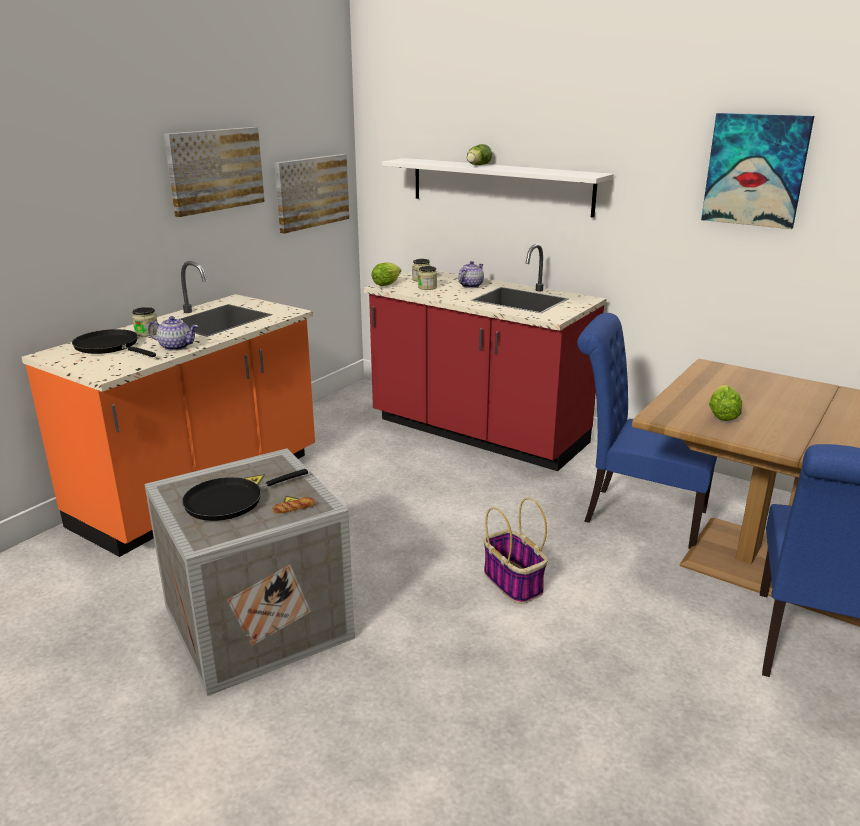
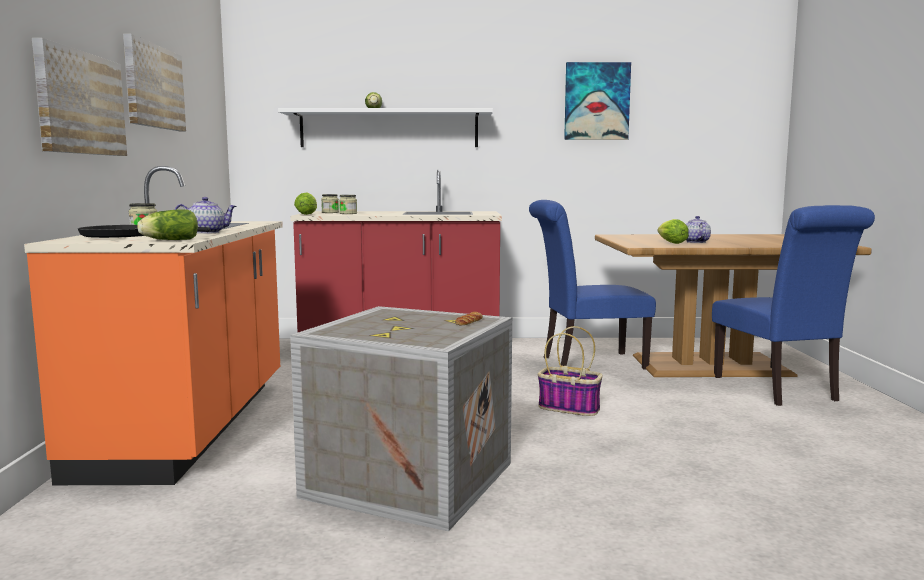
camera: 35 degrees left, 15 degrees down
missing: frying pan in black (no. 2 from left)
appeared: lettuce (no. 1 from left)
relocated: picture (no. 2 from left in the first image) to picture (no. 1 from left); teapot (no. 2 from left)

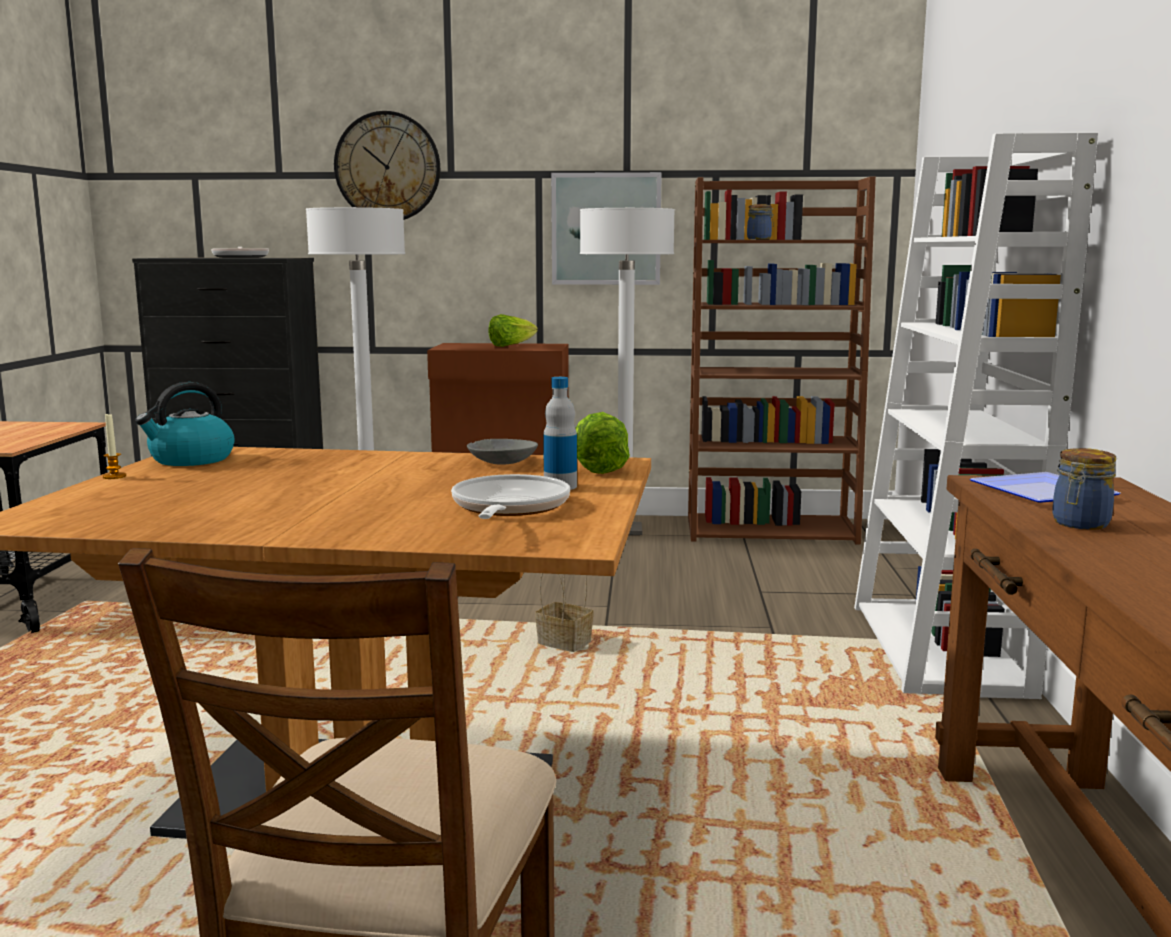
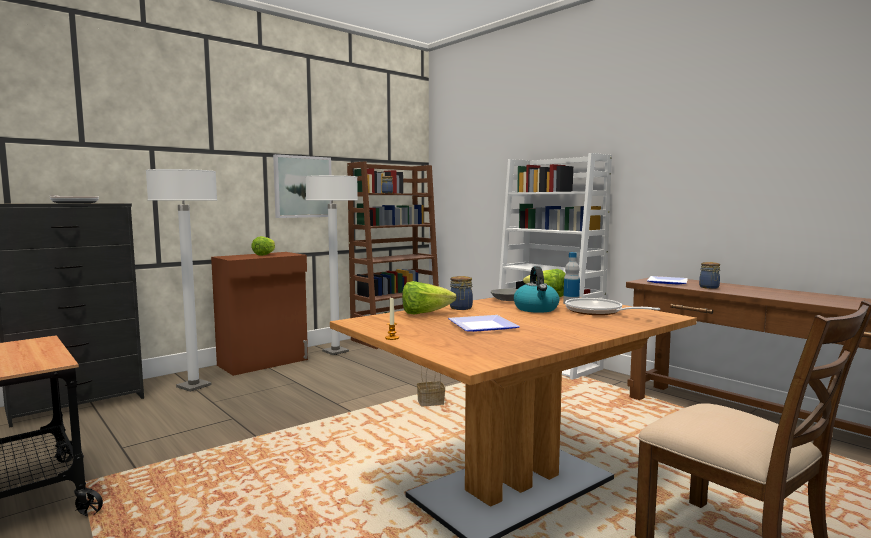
camera: 45 degrees left, 5 degrees down
missing: wall clock
appeared: lettuce (no. 2 from left); plate (no. 1 from left); jar (no. 2 from left)
relocated: kettle

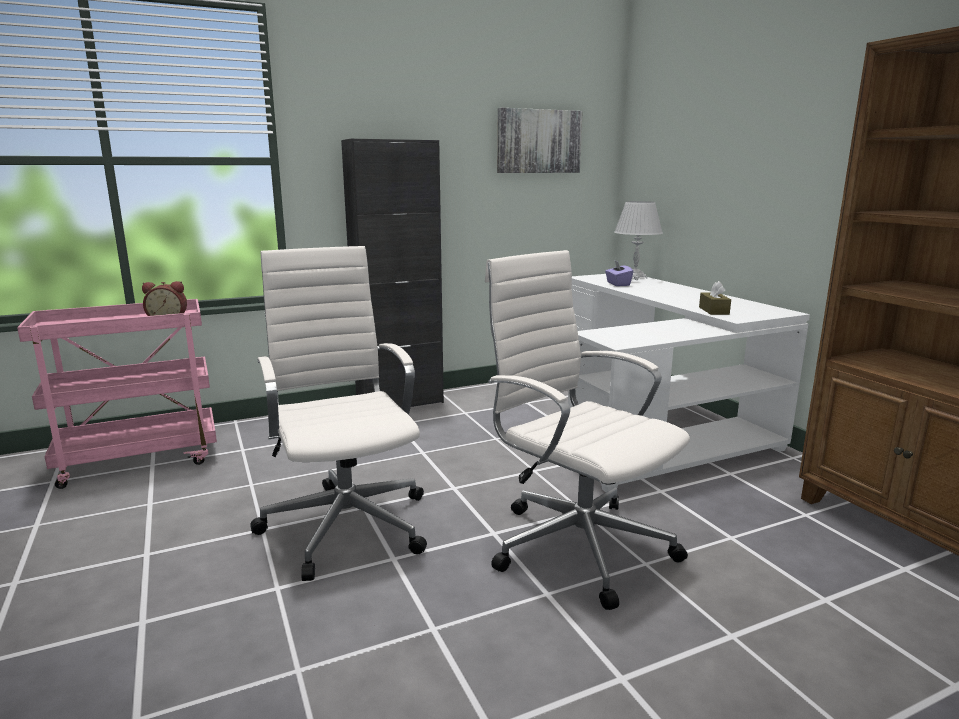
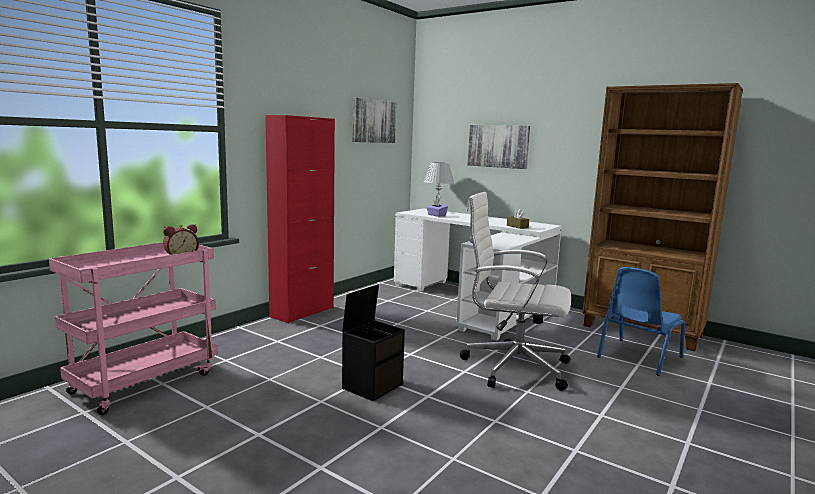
camera: 30 degrees left, 5 degrees down
appeared: picture (no. 2 from left); chair in blue
exchanged: office chair in white (no. 1 from left) to storage box in black
colour: cabinet in black to cabinet in red

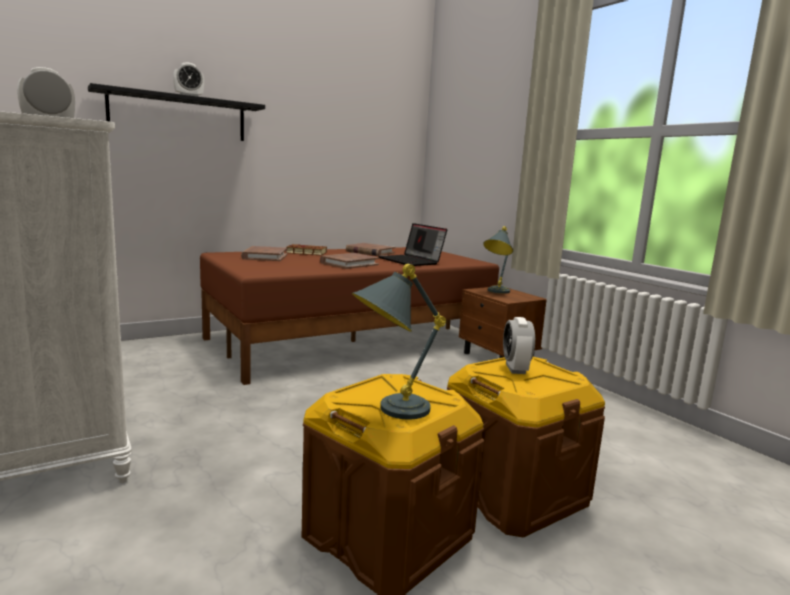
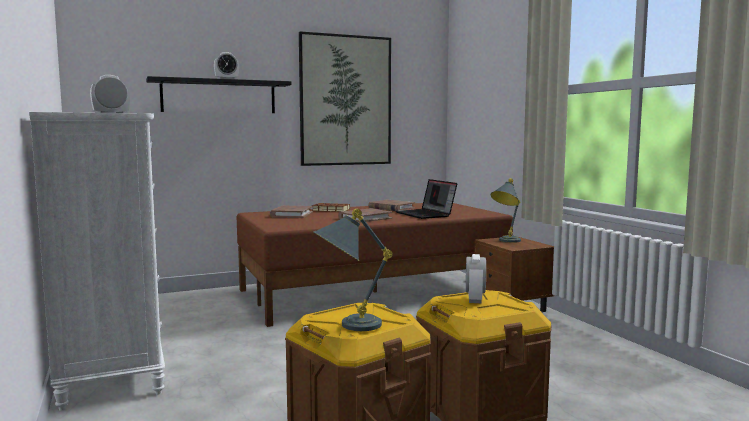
camera: 10 degrees right, 5 degrees down
appeared: picture

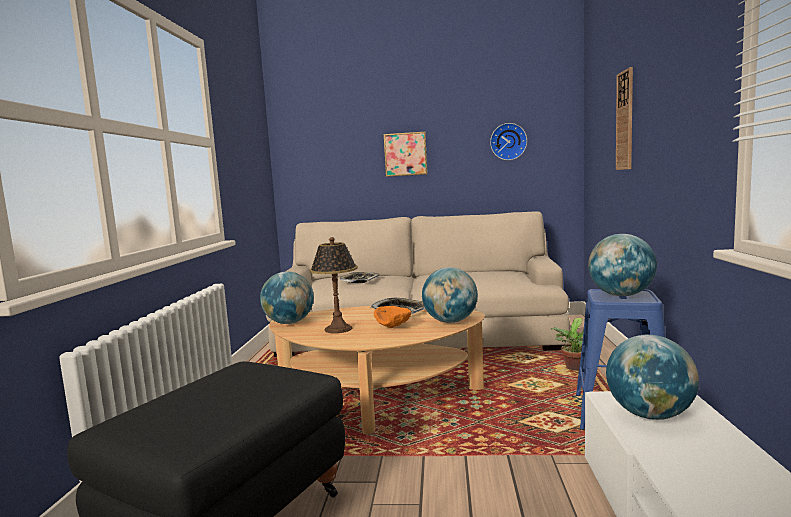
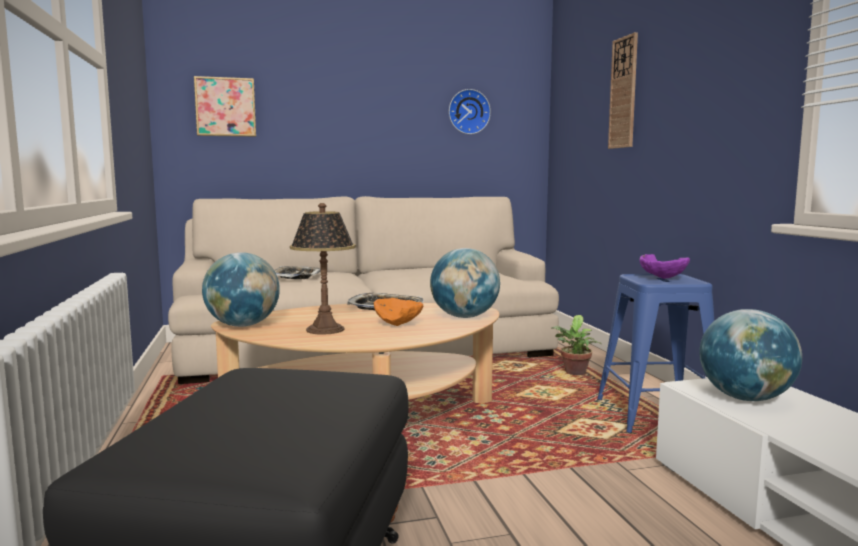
camera: 20 degrees left, 0 degrees up
relocated: picture
exchanged: globe (no. 3 from left) to bowl in purple

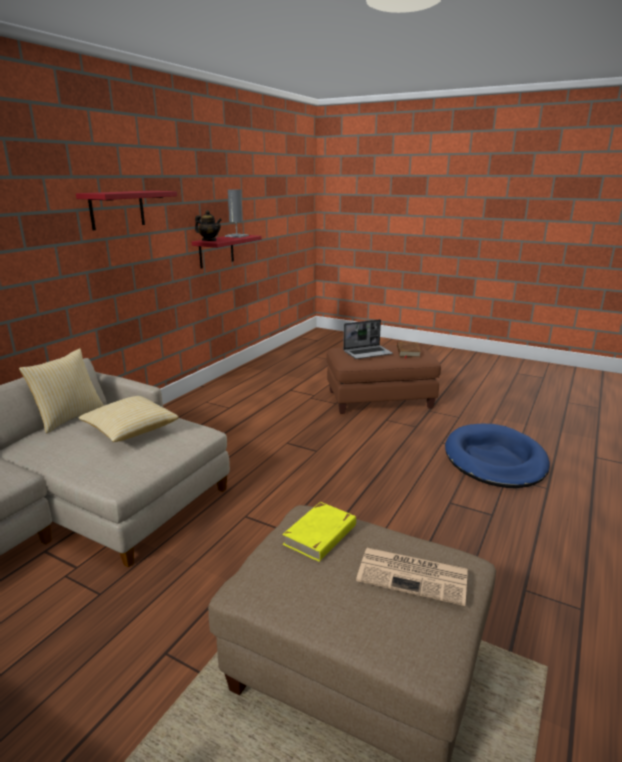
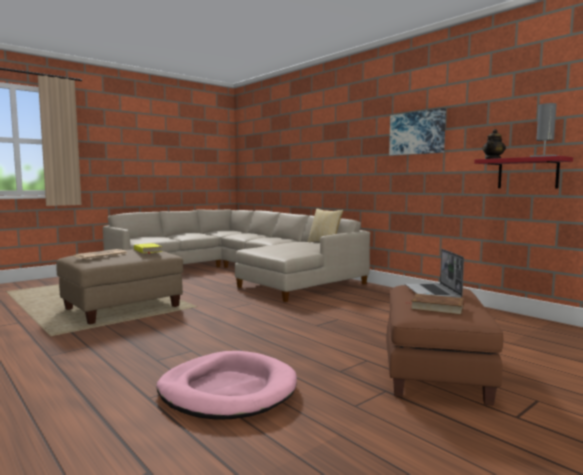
camera: 110 degrees right, 15 degrees down
missing: pillow (no. 2 from left)
exchanged: shelf in red (no. 1 from left) to picture
colour: dog bed in blue to dog bed in pink

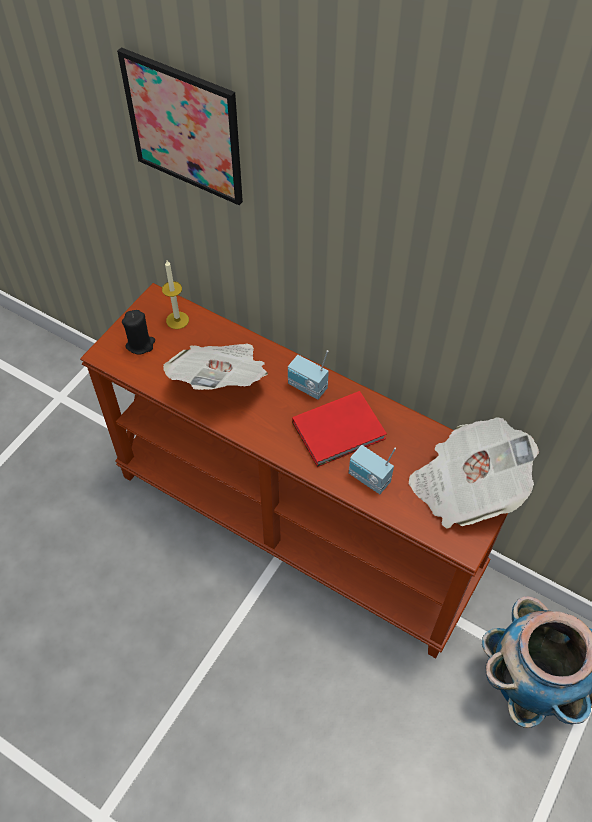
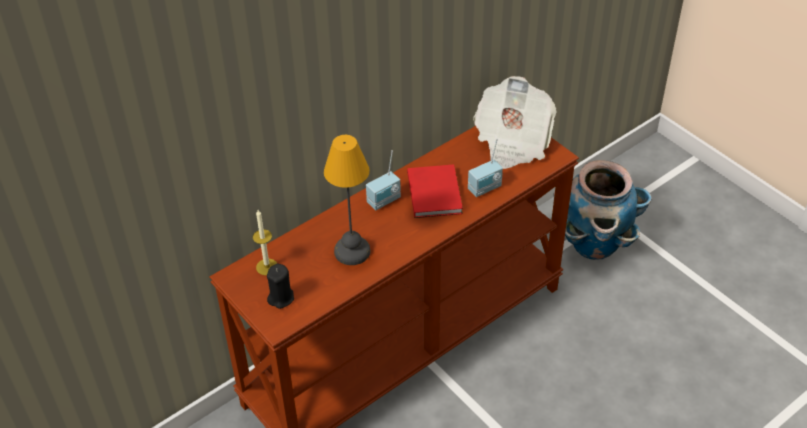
camera: 70 degrees left, 10 degrees down
missing: picture
exchanged: newspaper (no. 1 from left) to table lamp

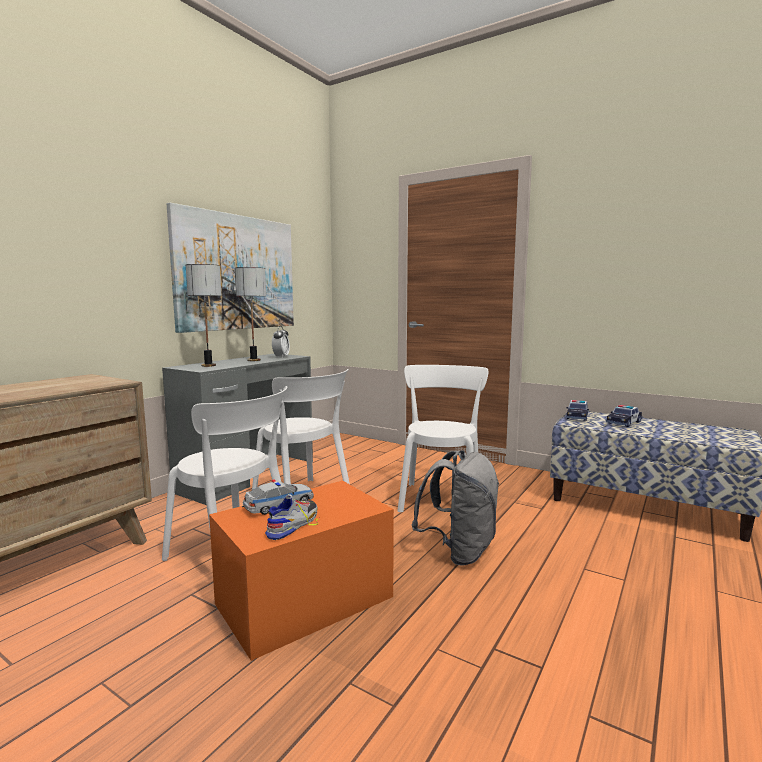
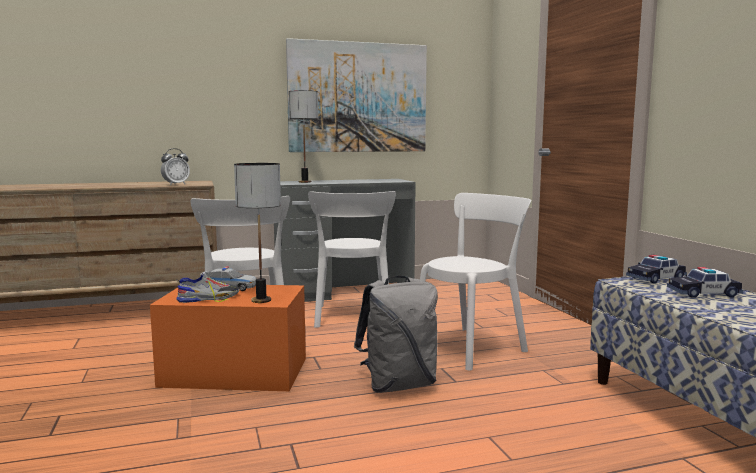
camera: 40 degrees right, 0 degrees up
relocated: alarm clock; table lamp (no. 2 from left in the first image) to table lamp (no. 1 from left)

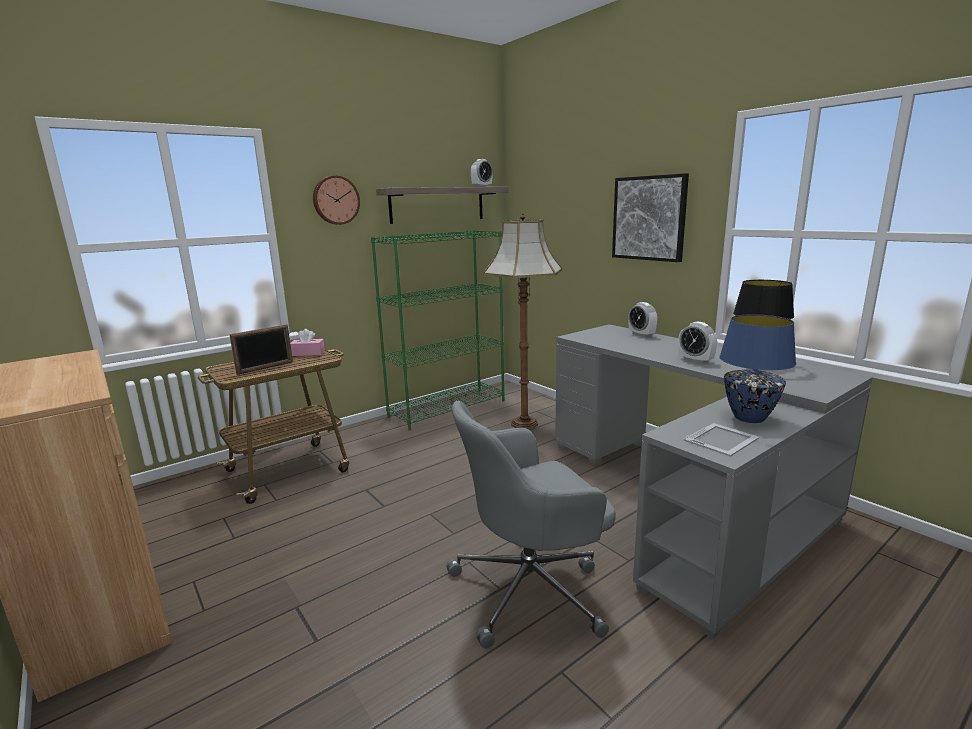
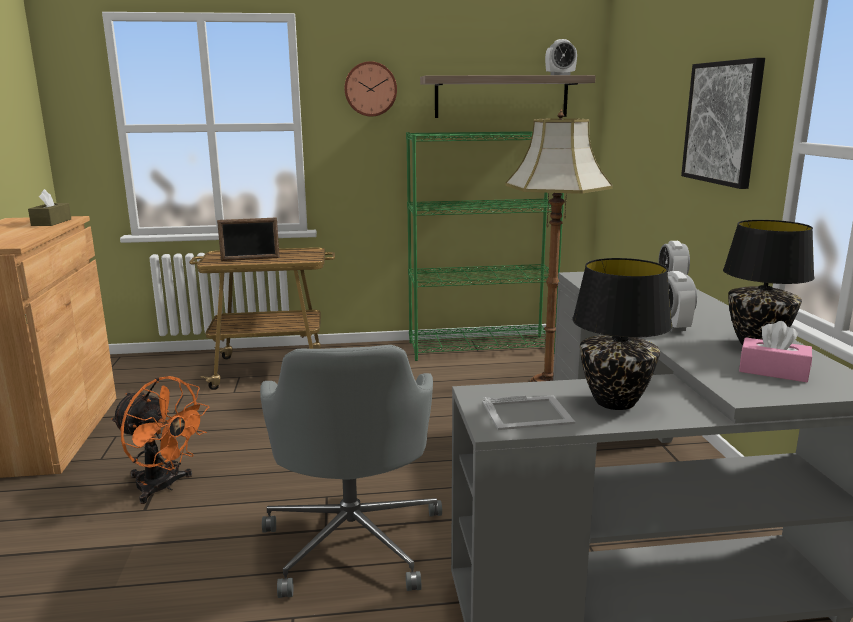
camera: 30 degrees right, 0 degrees up
appeared: tissue box in brown; fan in orange
relocated: tissue box in pink
colour: table lamp in blue to table lamp in black (no. 1 from left)
spun: office chair in grey 105 degrees counterclockwise

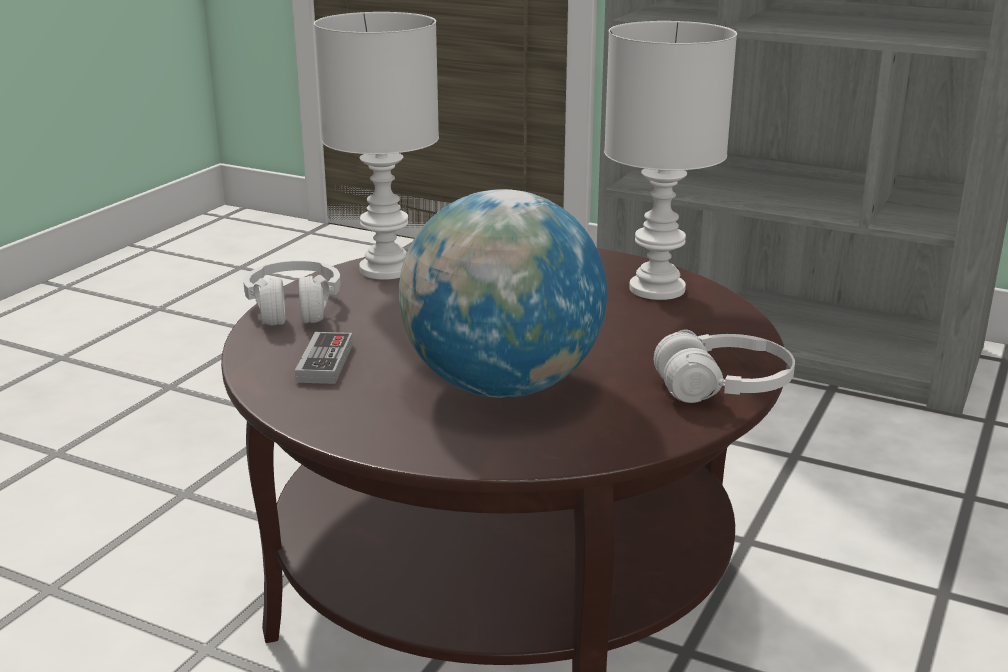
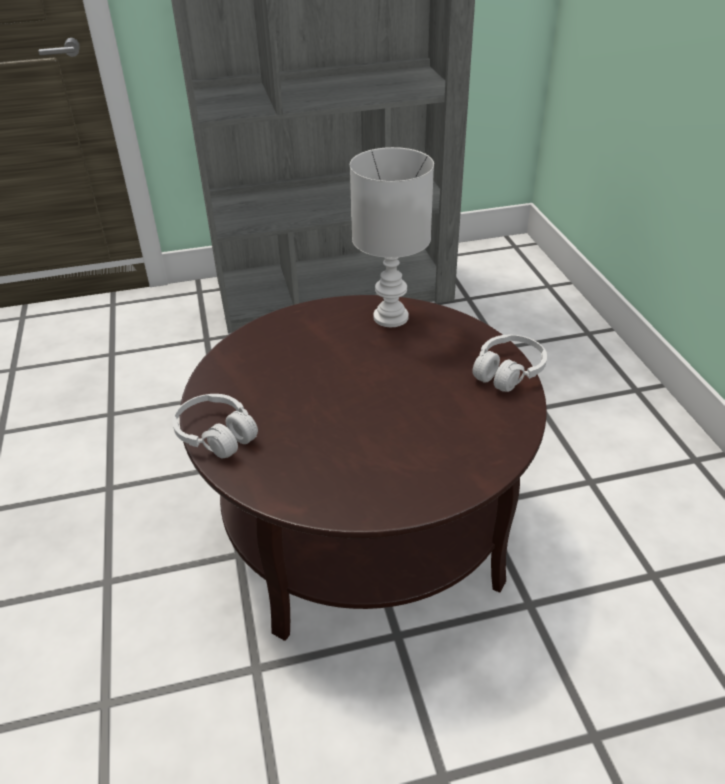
camera: 40 degrees left, 15 degrees up
missing: game controller; table lamp in white (no. 1 from left); globe

